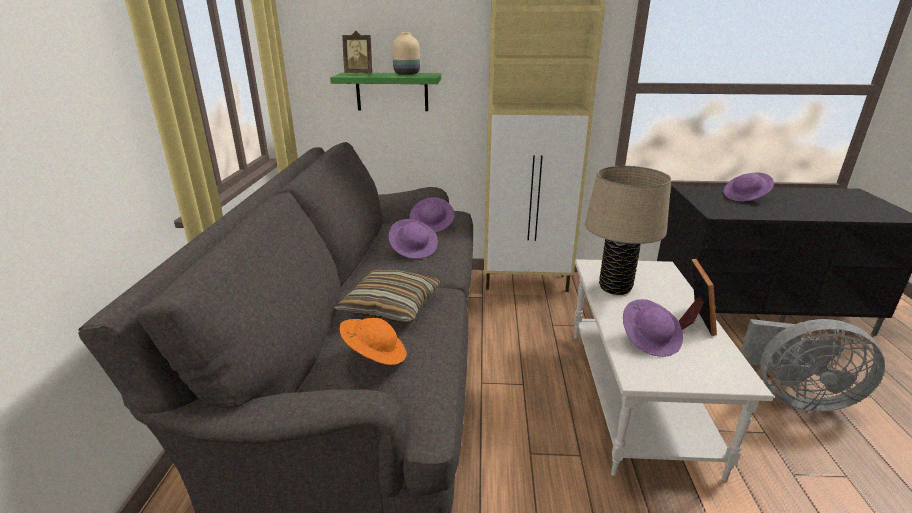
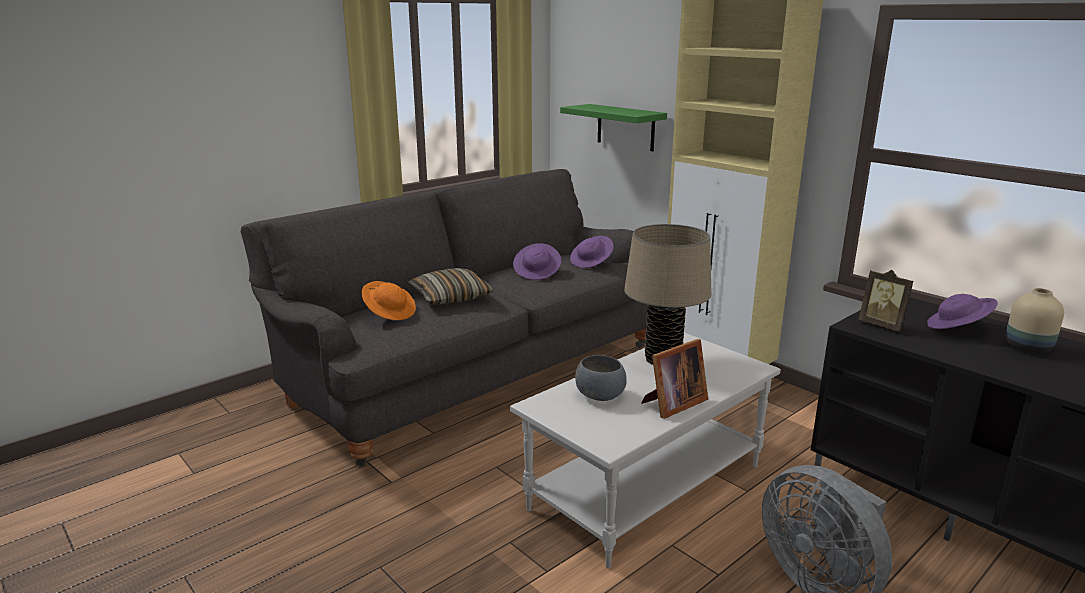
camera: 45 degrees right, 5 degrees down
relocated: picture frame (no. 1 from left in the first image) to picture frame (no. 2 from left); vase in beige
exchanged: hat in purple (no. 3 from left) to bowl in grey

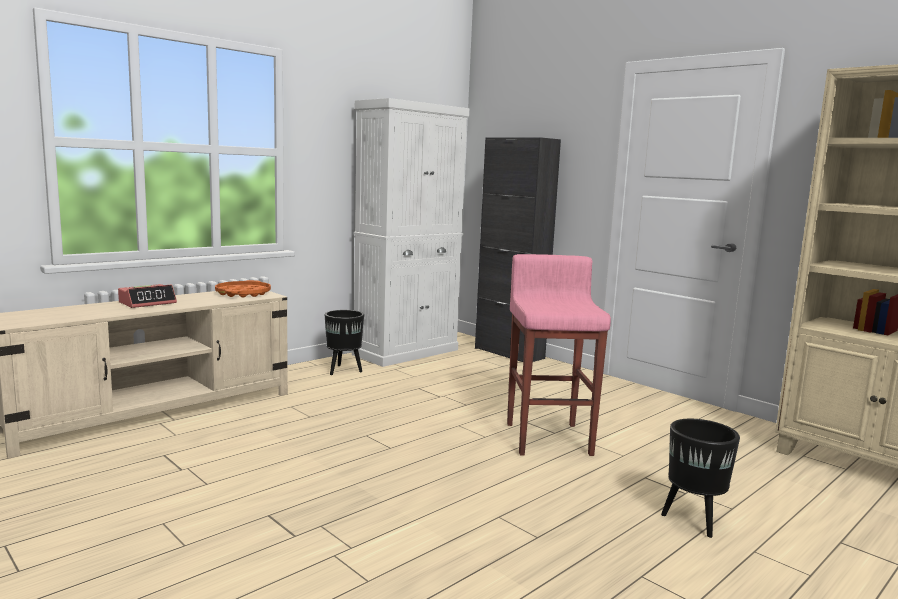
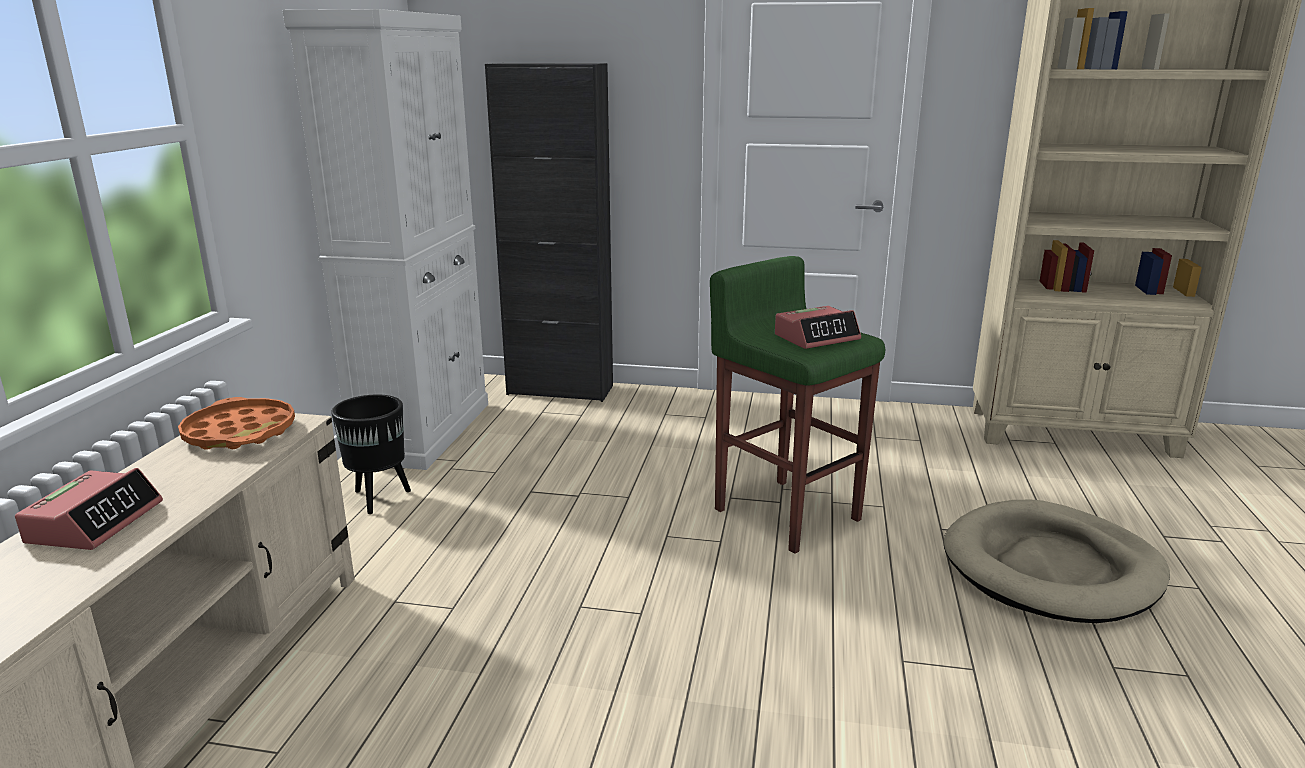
camera: 35 degrees left, 10 degrees up
appeared: alarm clock (no. 2 from left)
exchanged: planter in black (no. 2 from left) to dog bed in beige
colour: stool in pink to stool in green

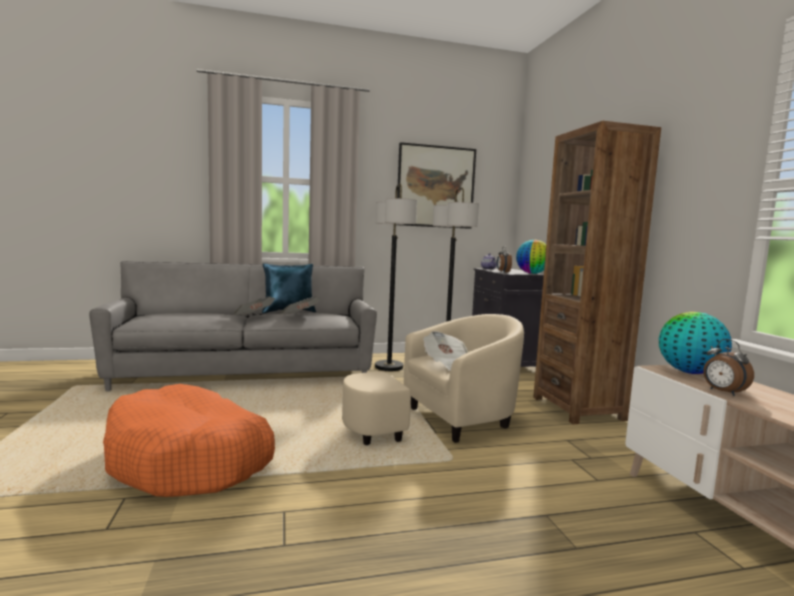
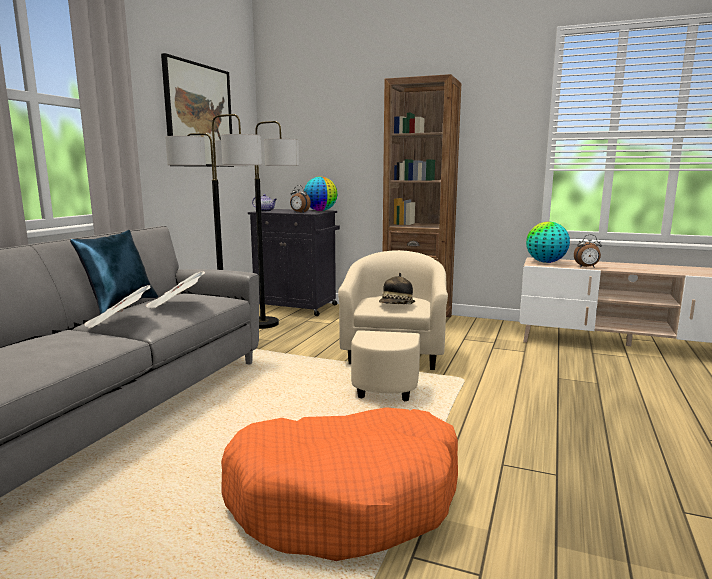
camera: 55 degrees left, 5 degrees up
exchanged: newspaper (no. 3 from left) to hat

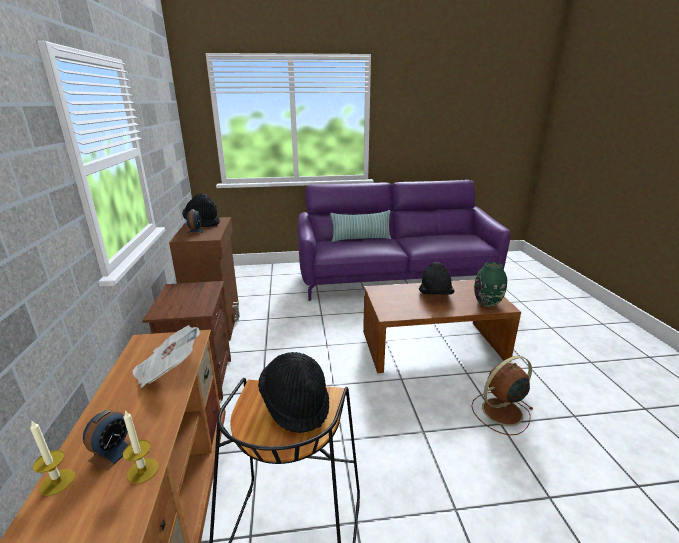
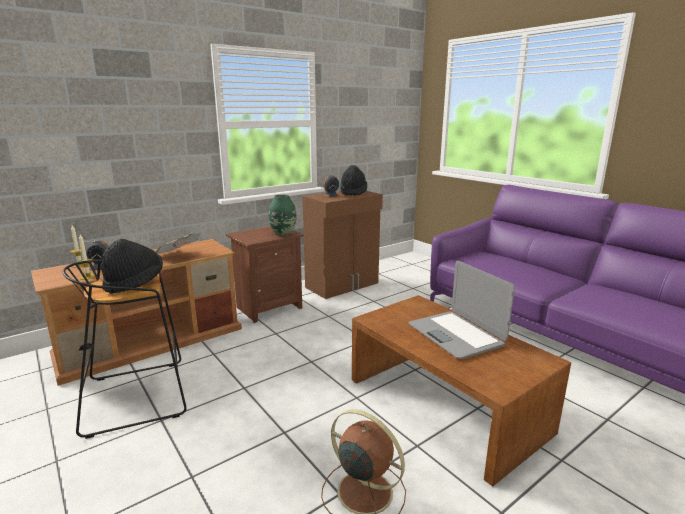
camera: 60 degrees right, 5 degrees down
missing: pillow
relocated: vase in green
exchanged: hat in black (no. 3 from left) to laptop

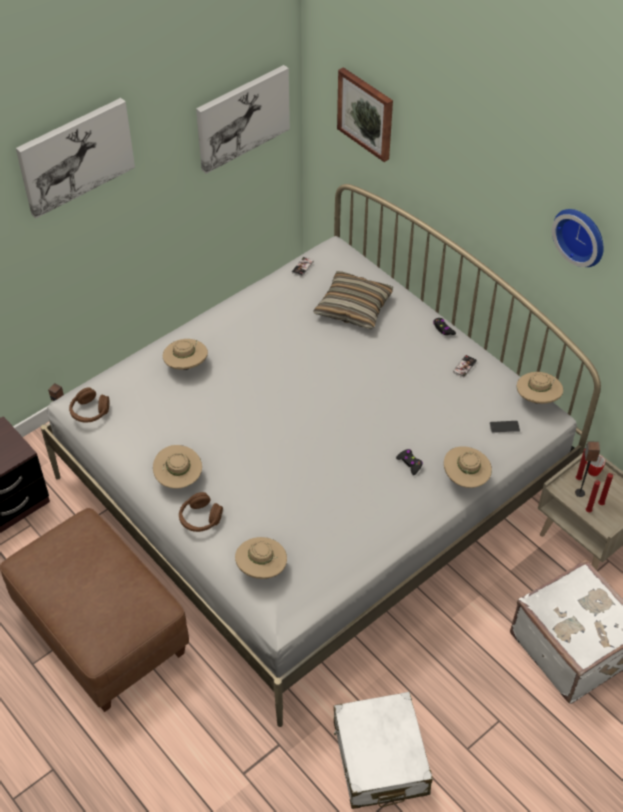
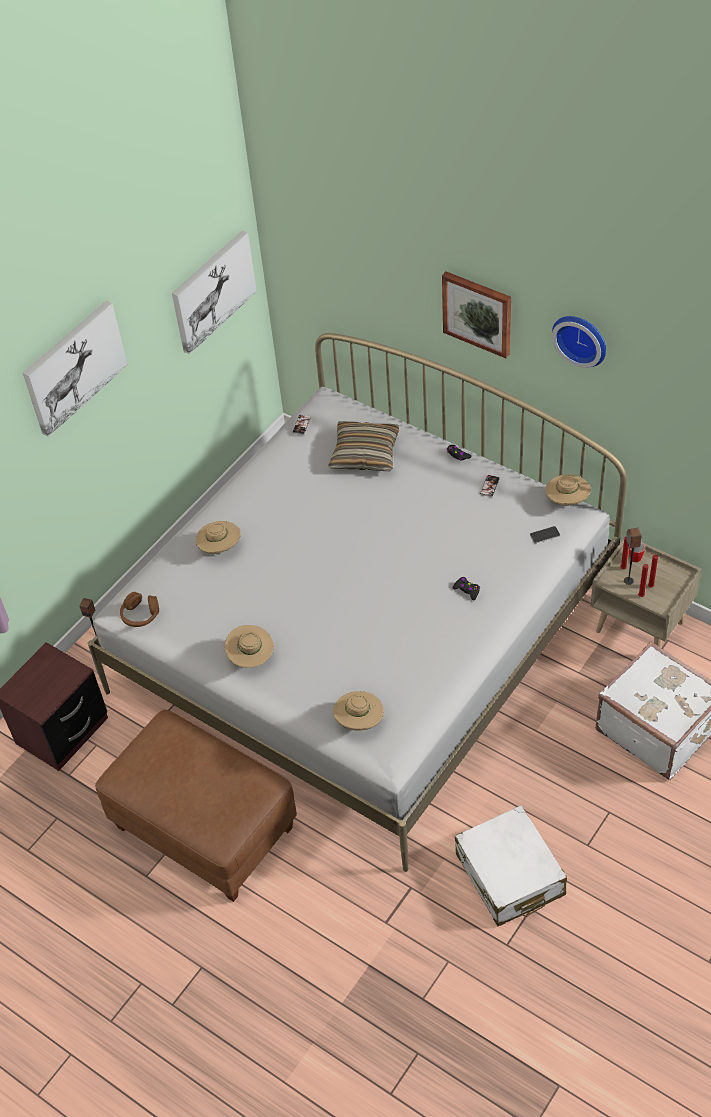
camera: 10 degrees left, 0 degrees up
missing: headphones in brown (no. 2 from left); hat in beige (no. 4 from left)
relocated: picture (no. 3 from left)

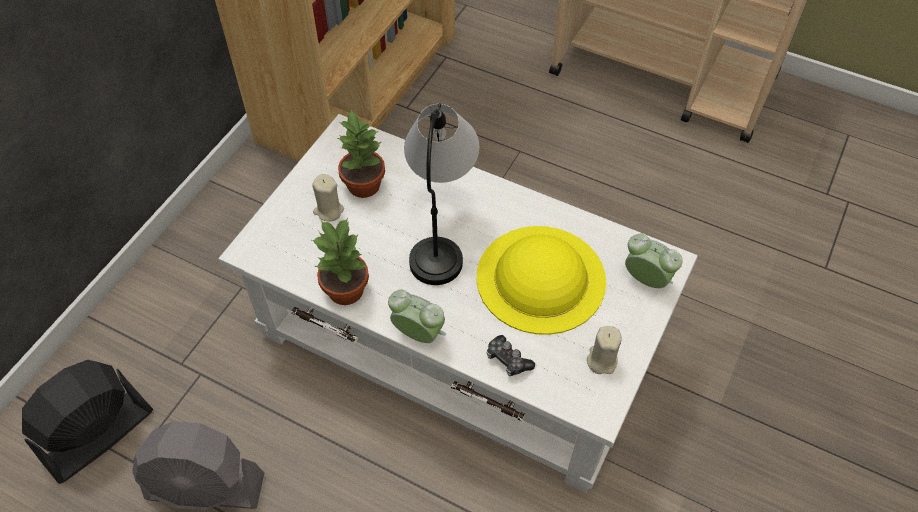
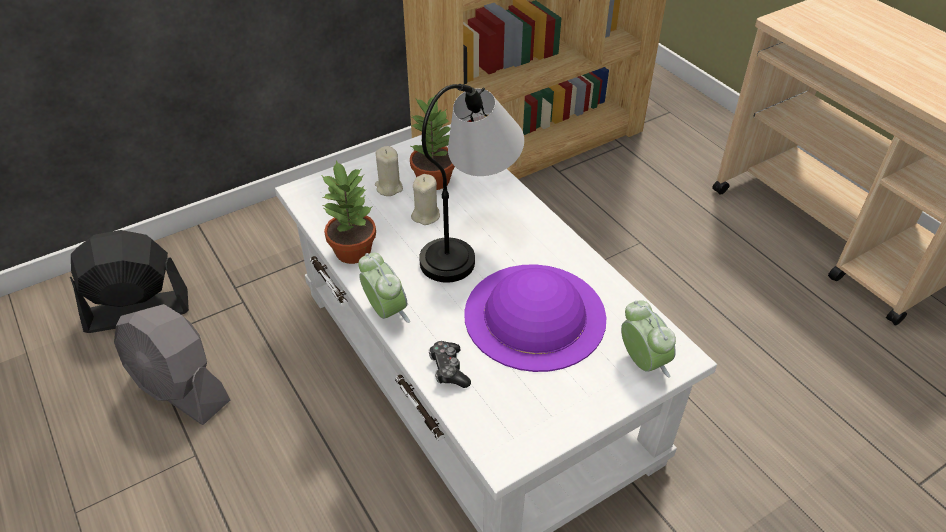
camera: 30 degrees right, 10 degrees down
relocated: candle in beige (no. 2 from left)
colour: hat in yellow to hat in purple

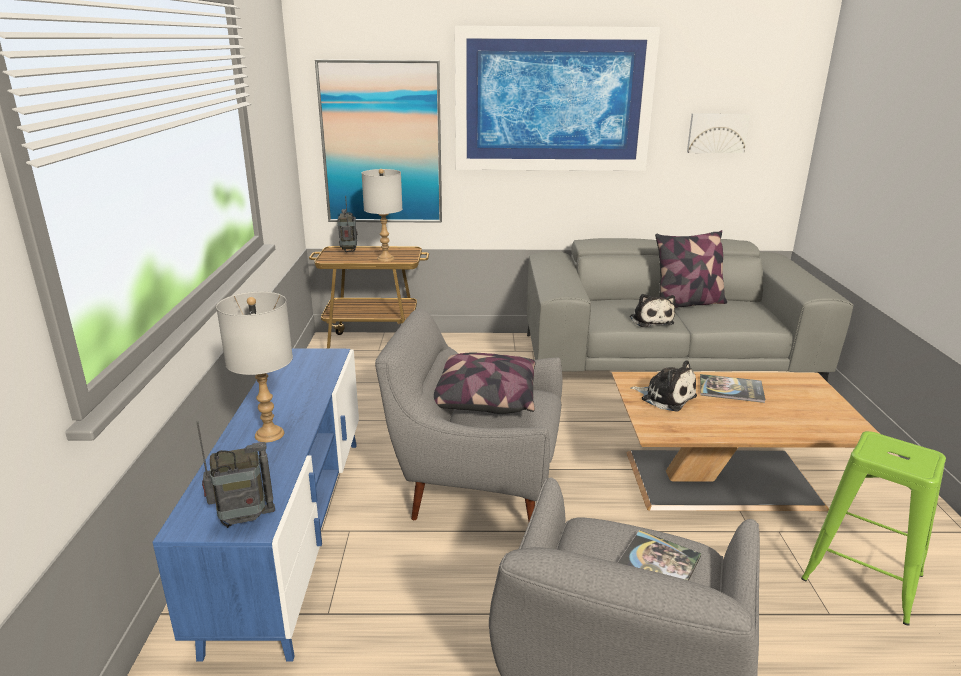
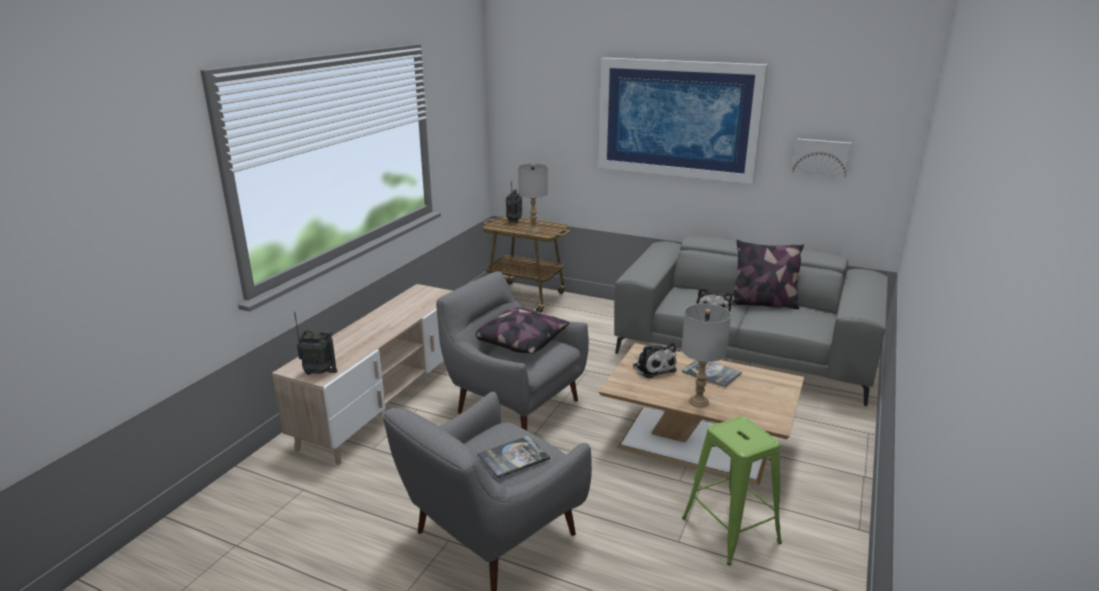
camera: 25 degrees right, 0 degrees up
missing: picture (no. 1 from left)
relocated: table lamp in grey (no. 1 from left in the first image) to table lamp in grey (no. 2 from left)
colour: tv stand in blue to tv stand in beige

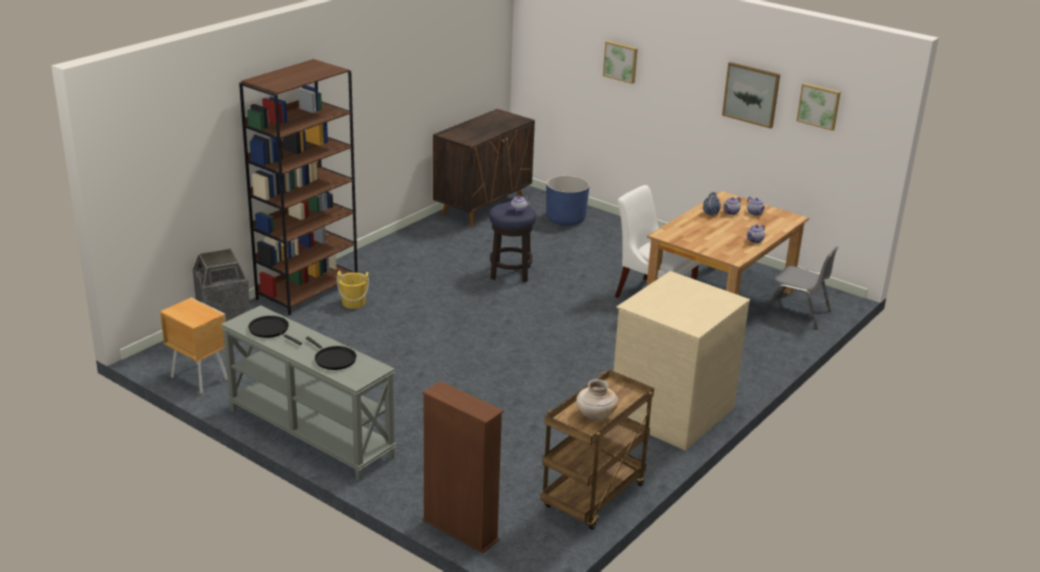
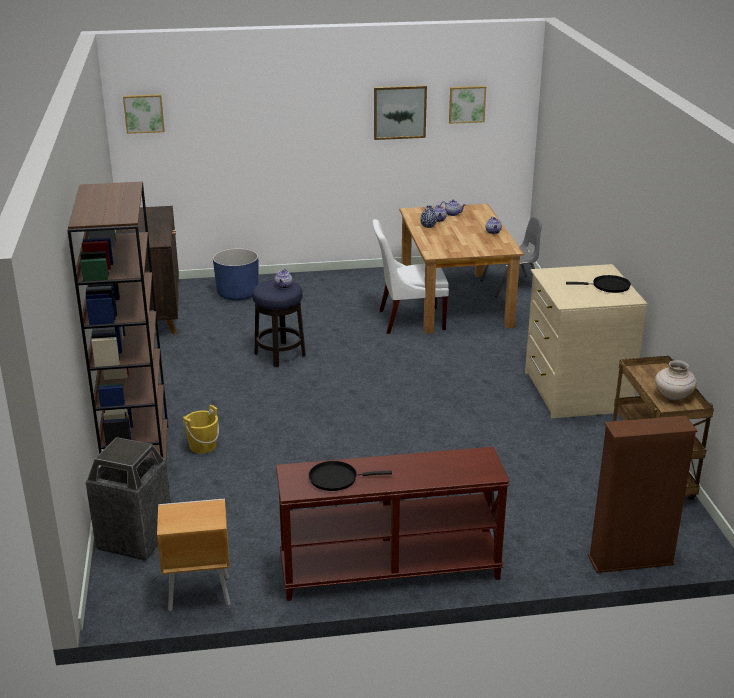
camera: 45 degrees left, 0 degrees up
relocated: picture (no. 1 from left); frying pan in black (no. 2 from left)
colour: console table in grey to console table in brown

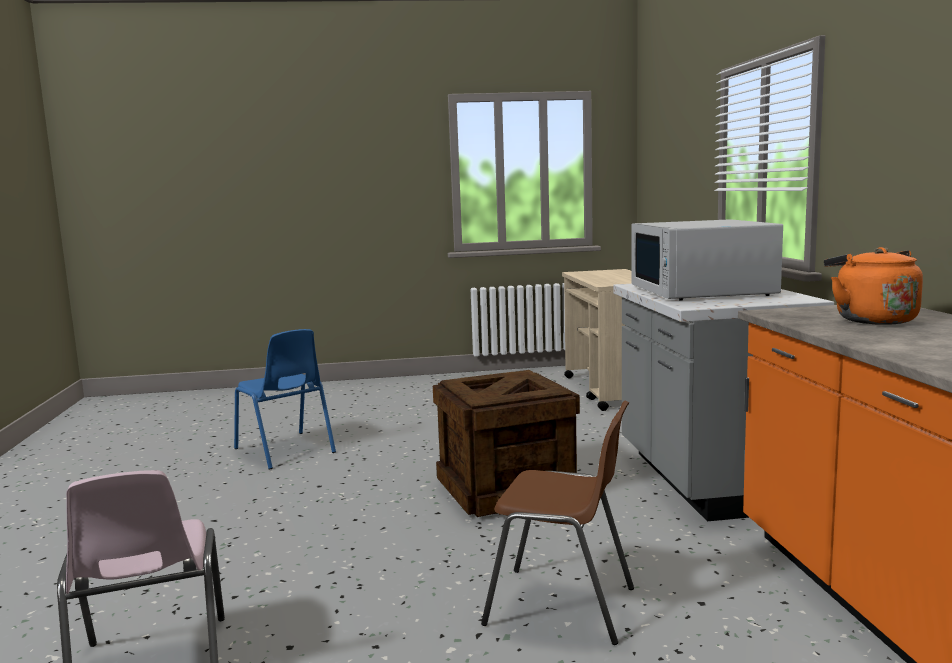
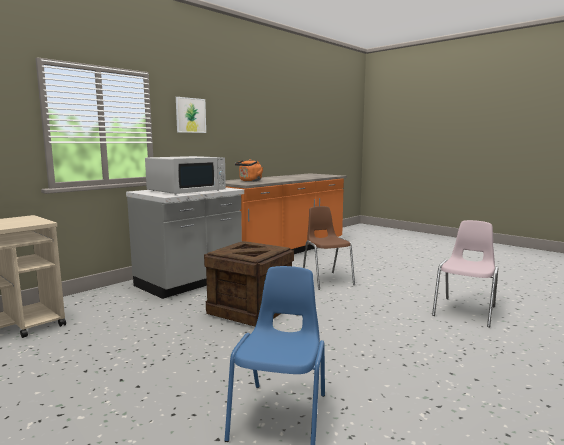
camera: 130 degrees left, 0 degrees up
appeared: picture

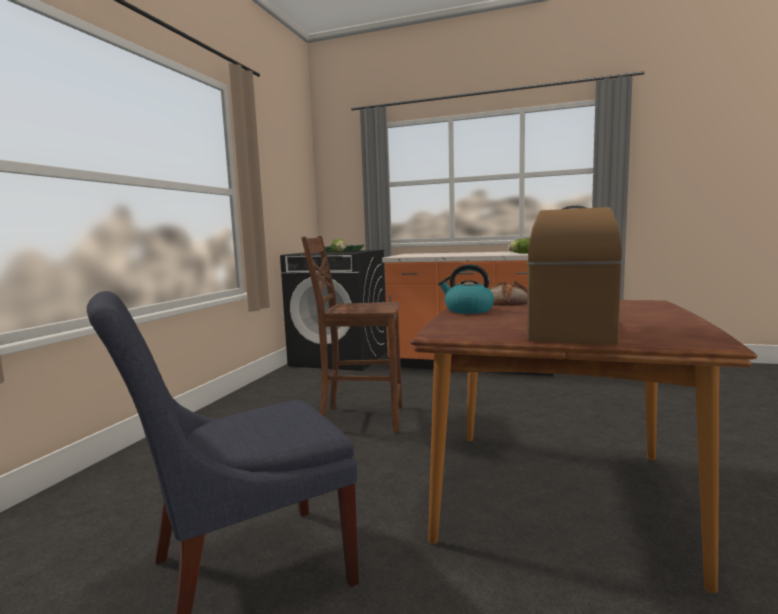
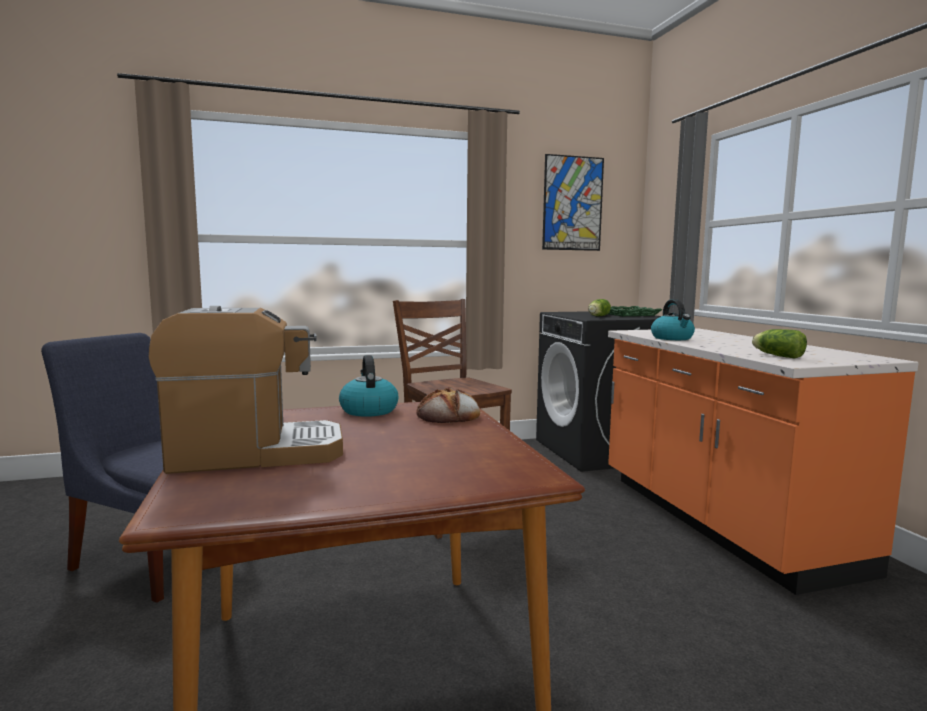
camera: 55 degrees right, 0 degrees up
appeared: picture; kettle (no. 2 from left)

